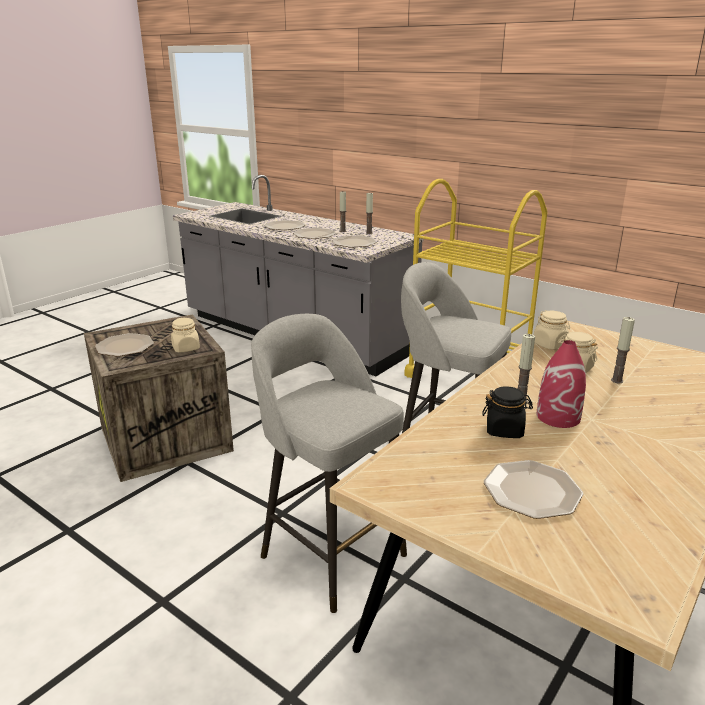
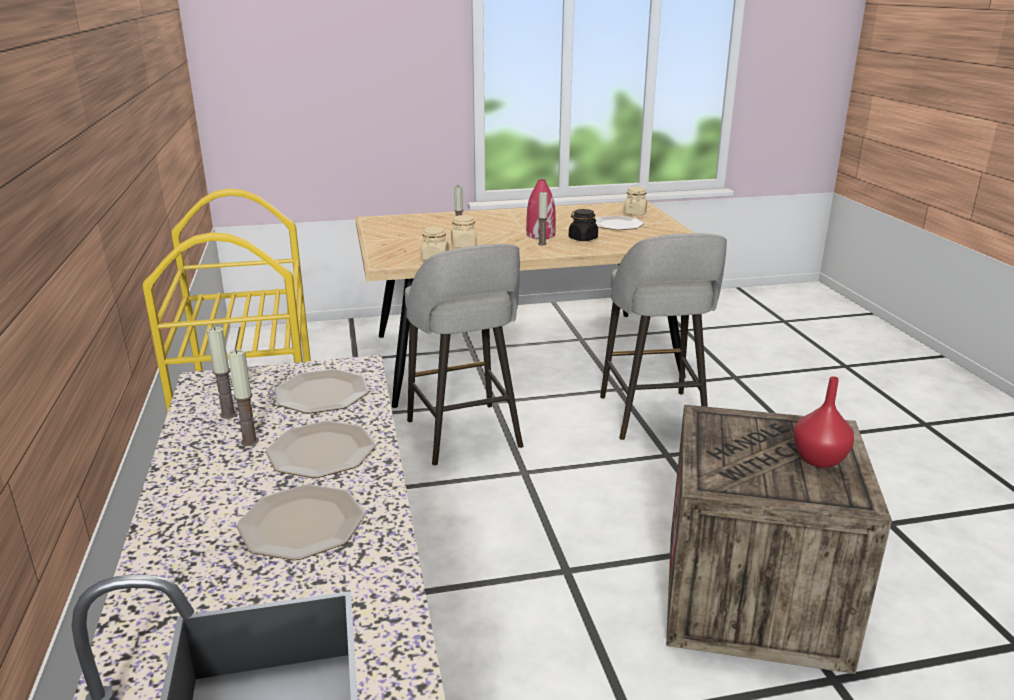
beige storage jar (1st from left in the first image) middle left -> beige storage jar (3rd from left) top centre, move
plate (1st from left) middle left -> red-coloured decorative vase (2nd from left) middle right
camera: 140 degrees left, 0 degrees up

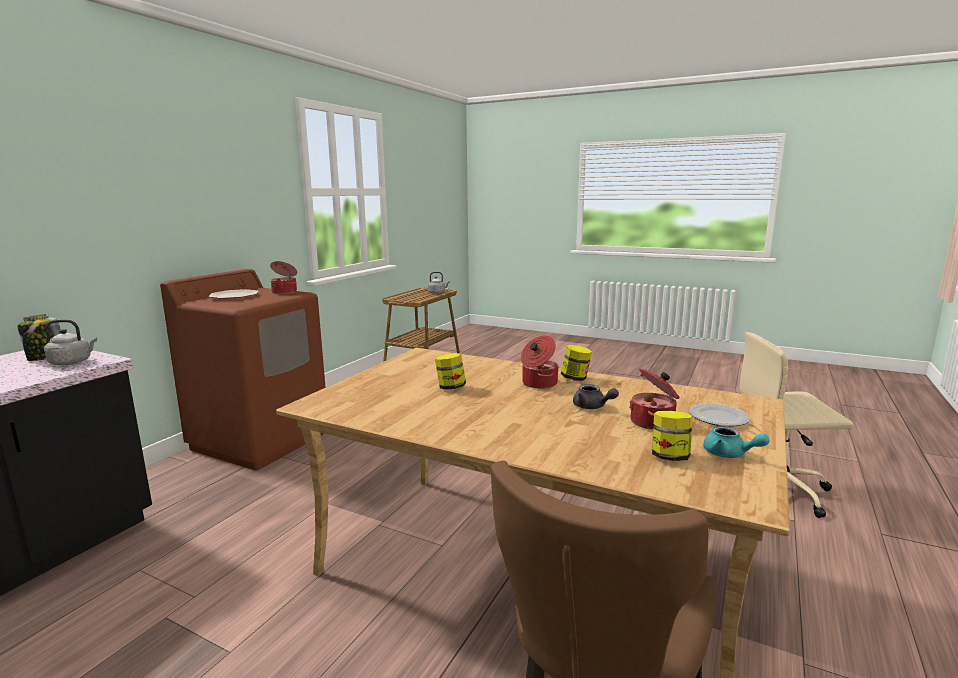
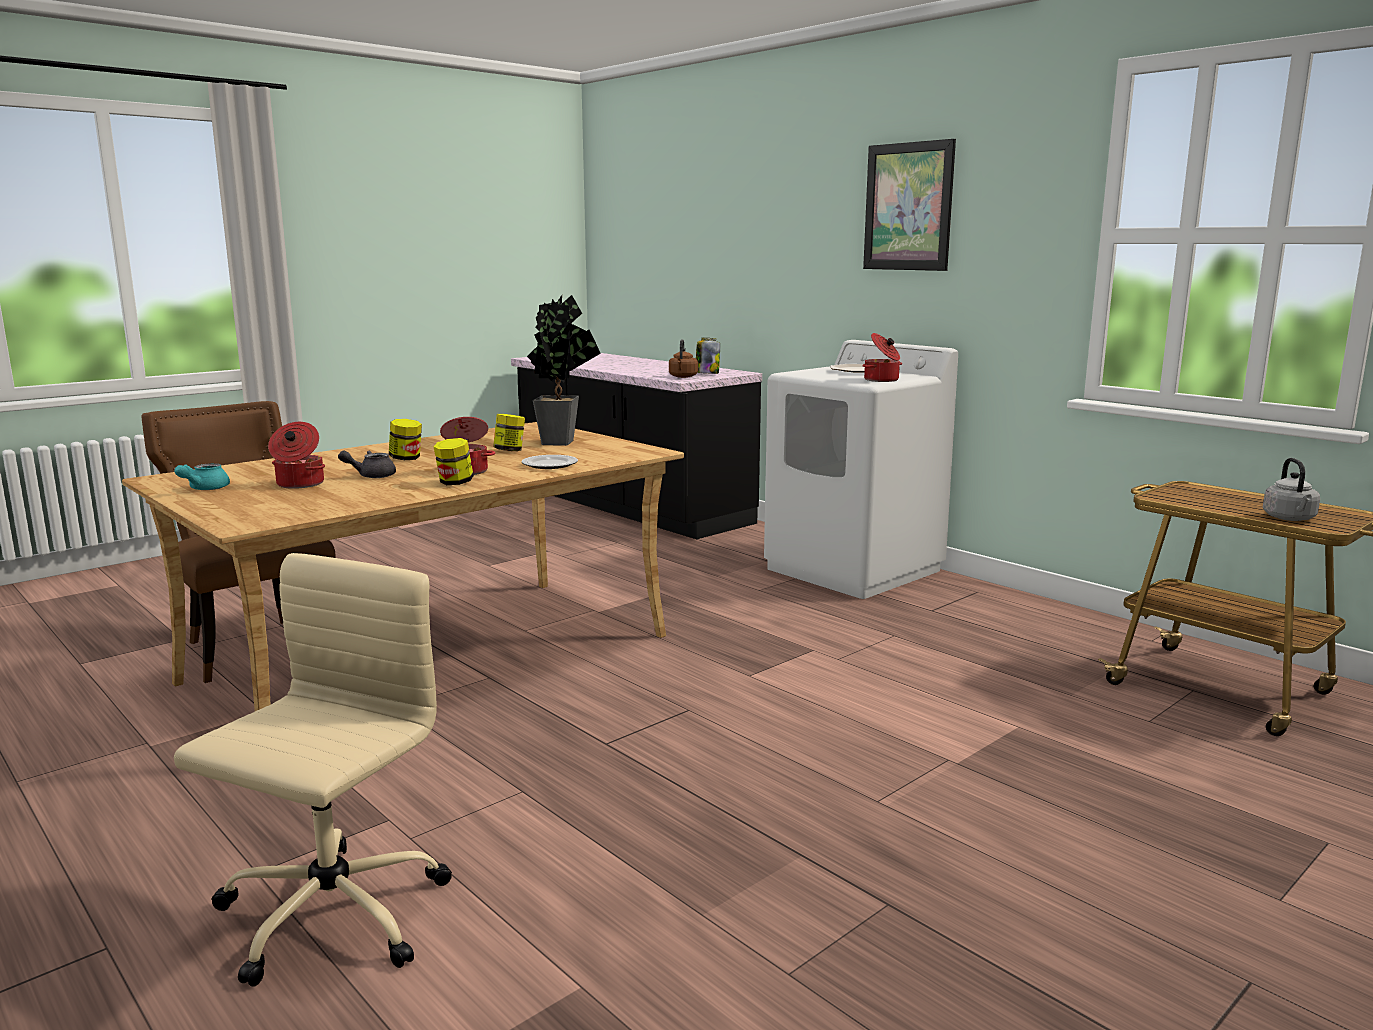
turquoise-coloured tea pot middle right -> turquoise-coloured tea pot middle left, 45 degrees counterclockwise
storage jar (4th from left in the first image) middle right -> storage jar (1st from left) middle left, move
plate (2nd from left in the first image) middle right -> plate (1st from left) centre, move
none -> potted plant centre
gray water kettle (1st from left) middle left -> brown-coloured water kettle centre
brown-coloured laundry machine middle left -> white-coloured laundry machine centre
none -> wall picture top centre
camera: 110 degrees right, 0 degrees up

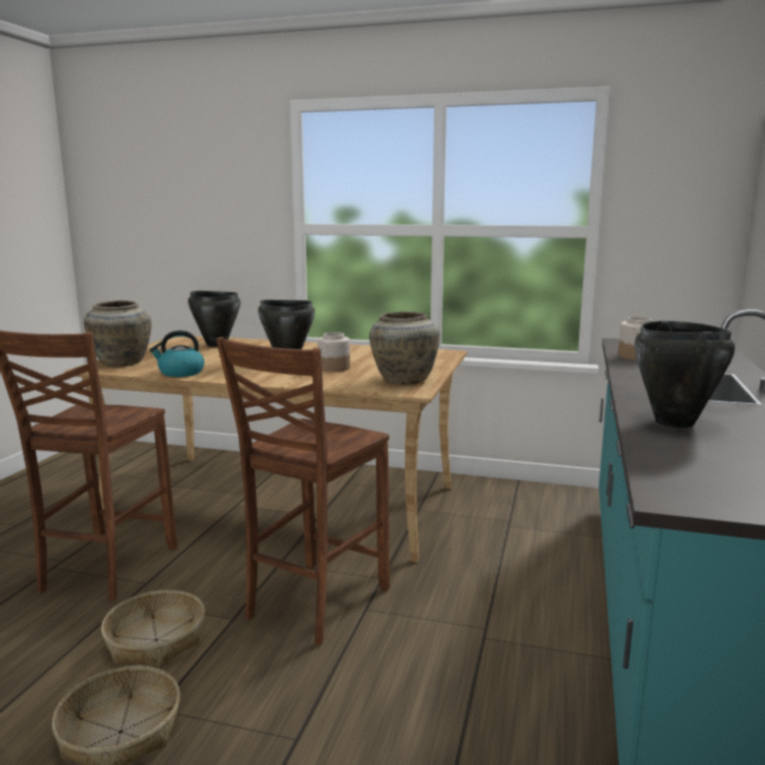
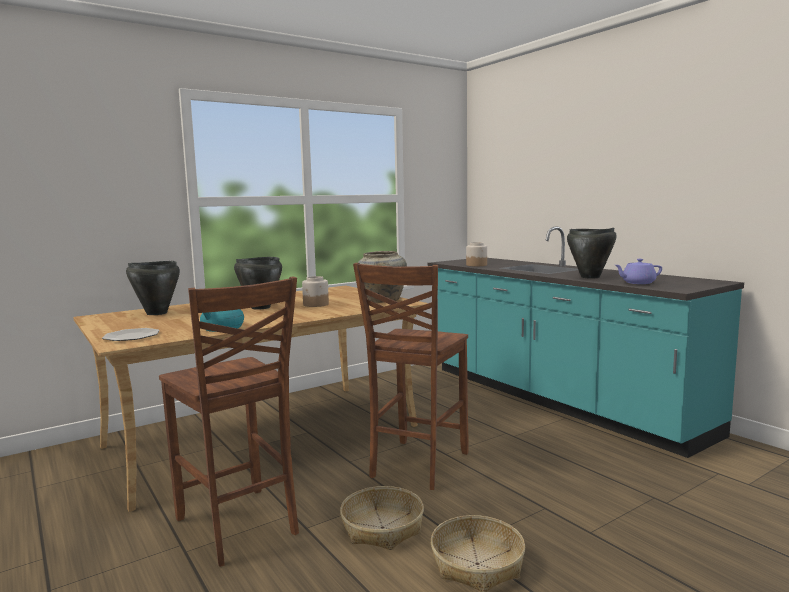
beige decorative vase (1st from left) middle left -> plate middle left
brown-coloured upright chair (2nd from left) centre, 45 degrees clockwise
none -> purple tea pot middle right
camera: 50 degrees left, 5 degrees down

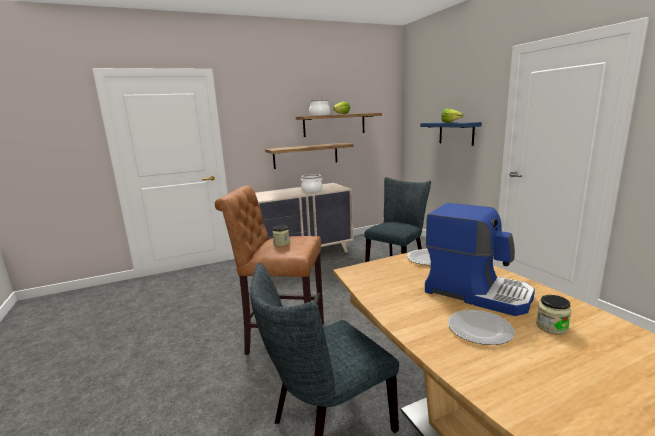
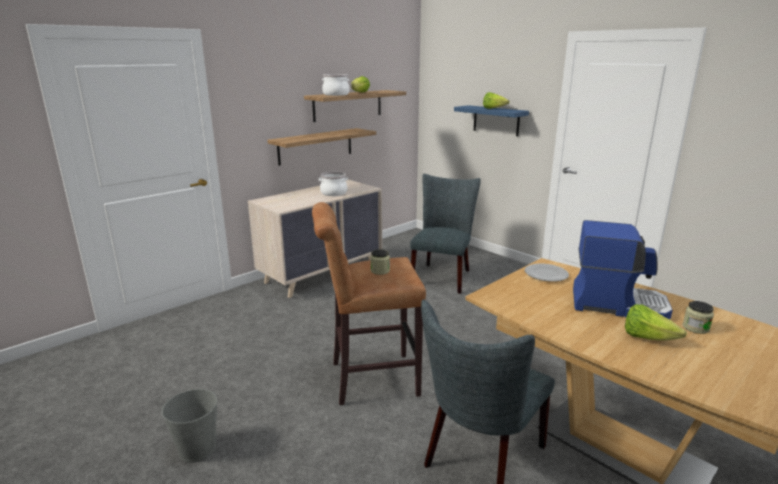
none -> gray bucket bottom left
plate (2nd from left) bottom right -> lettuce head (3rd from left) middle right
camera: 20 degrees left, 5 degrees up

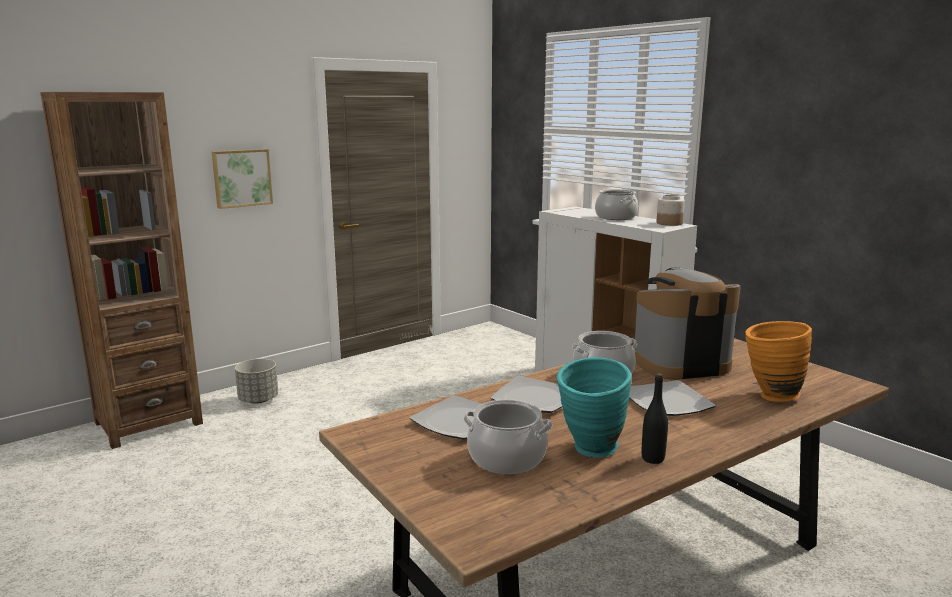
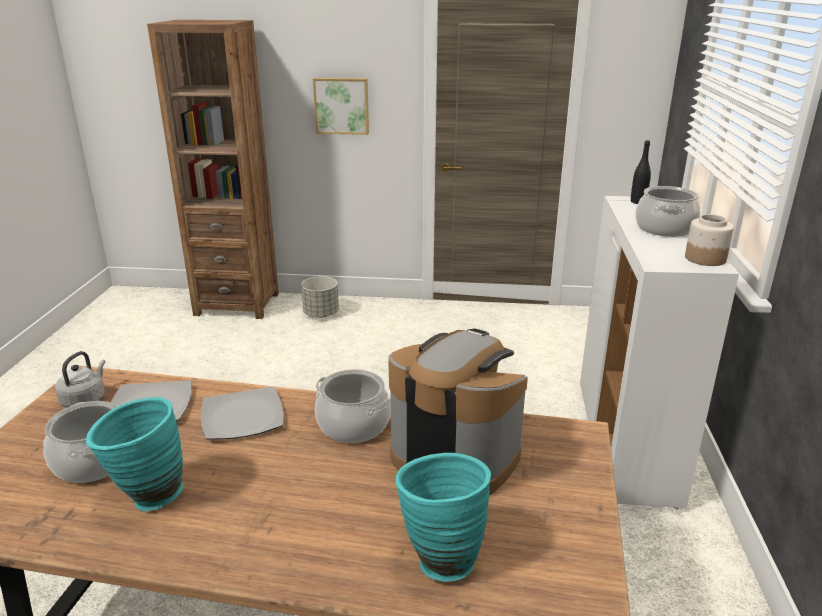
none -> gray water kettle middle left
orangey decorative vase middle right -> turquoise-coloured decorative vase (2nd from left) bottom centre
blackish bottle bottom right -> blackish bottle top right, move
plate (3rd from left) bottom right -> none
camera: 45 degrees right, 10 degrees up

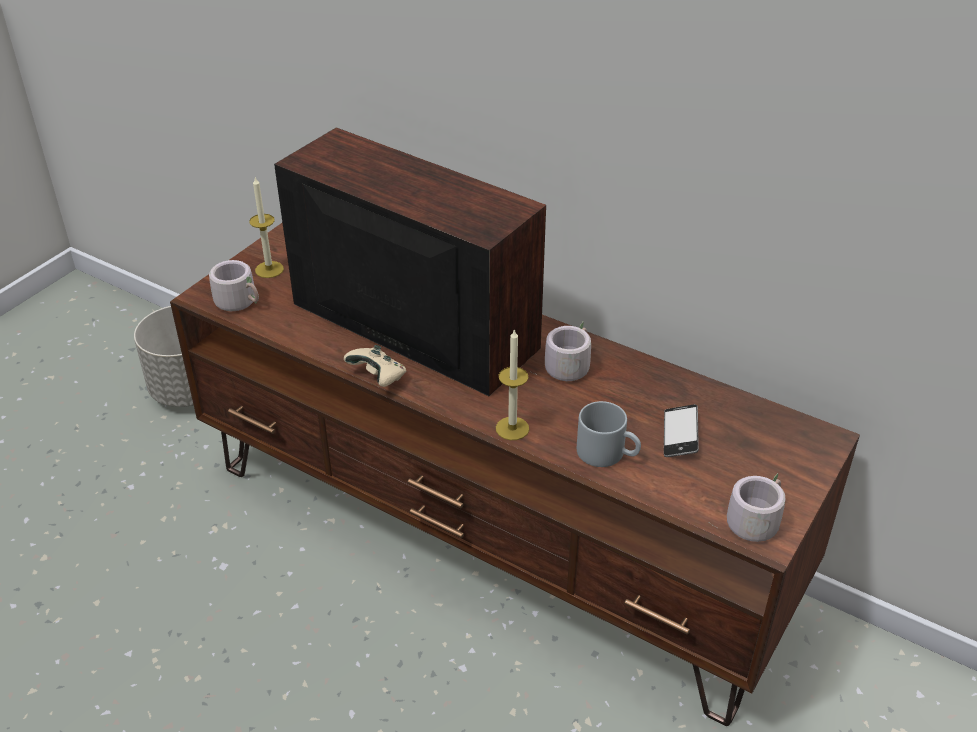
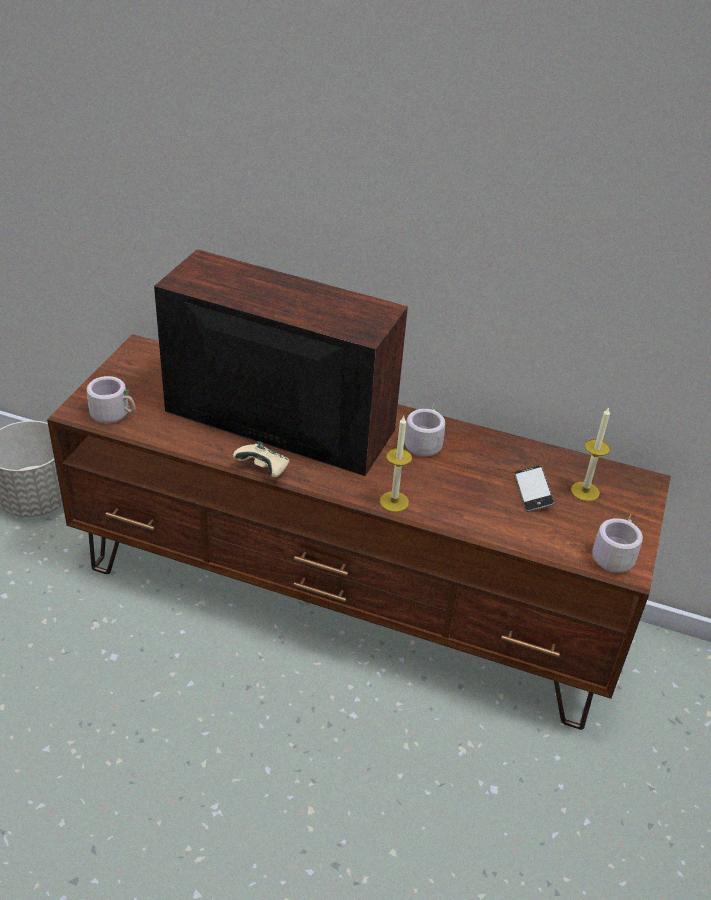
candle (1st from left in the first image) top left -> candle (2nd from left) middle right, move
gray mug (3rd from left) centre -> none
camera: 15 degrees left, 0 degrees up

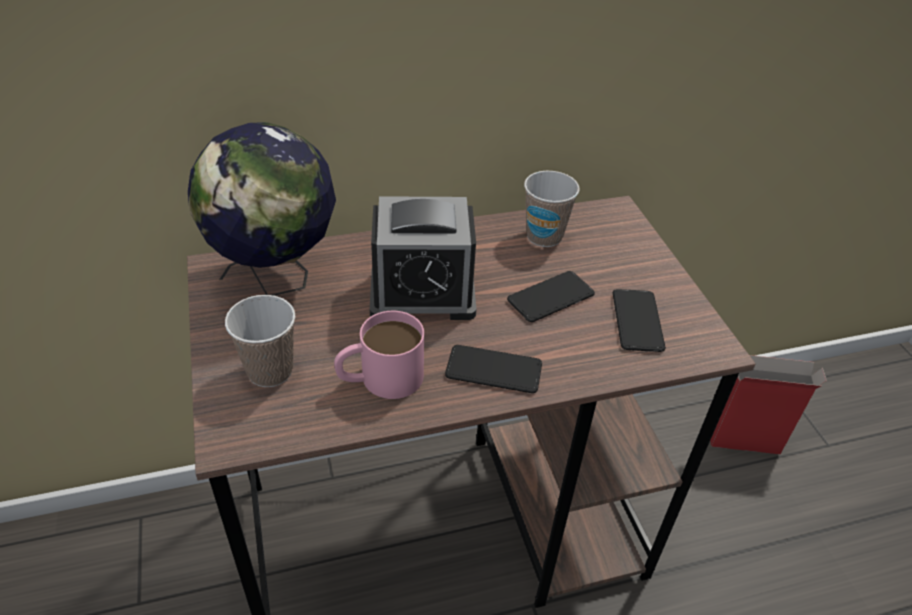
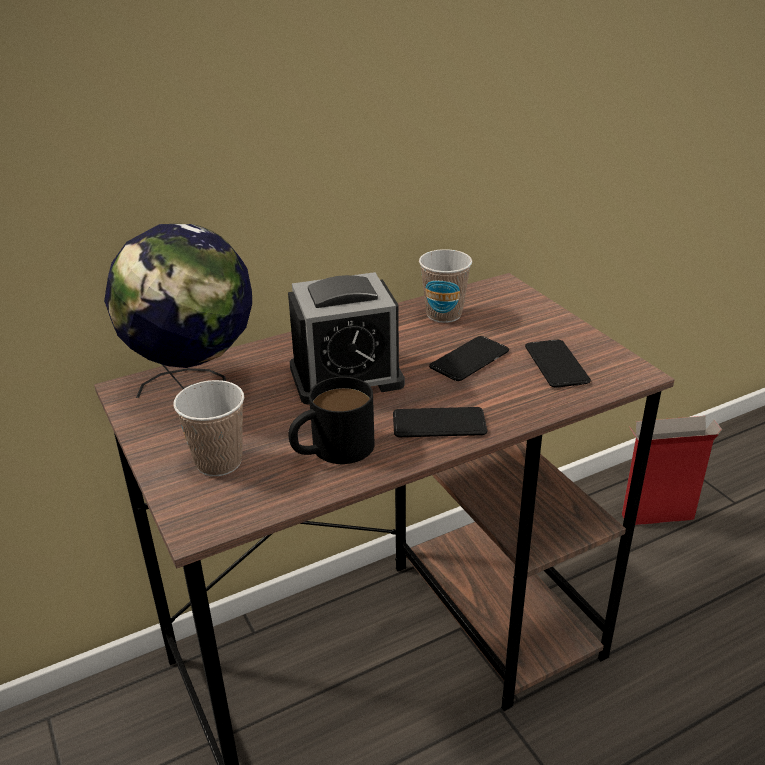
pink mug centre -> blackish mug centre
camera: 10 degrees left, 10 degrees down

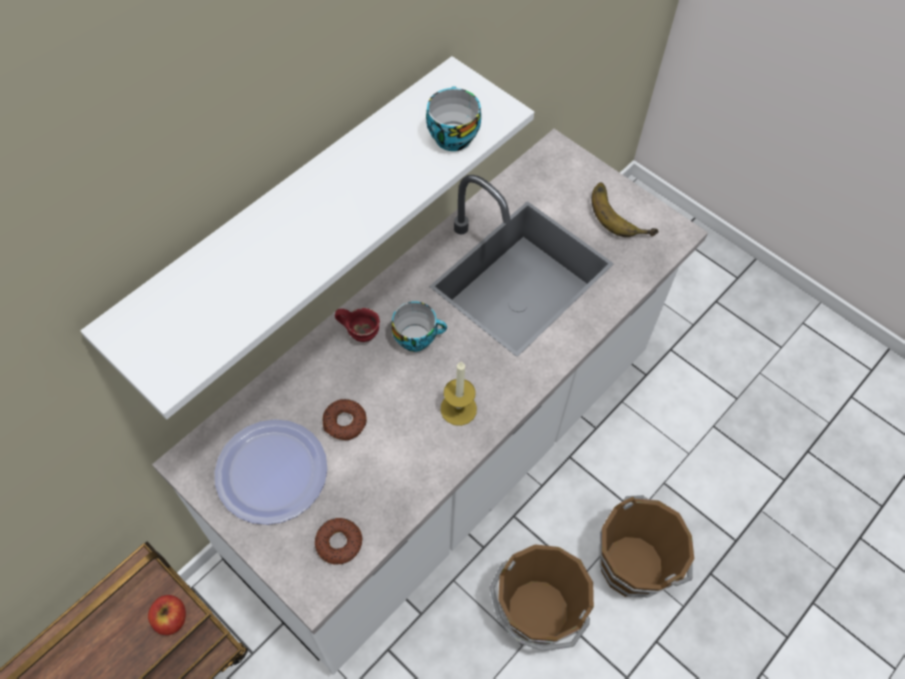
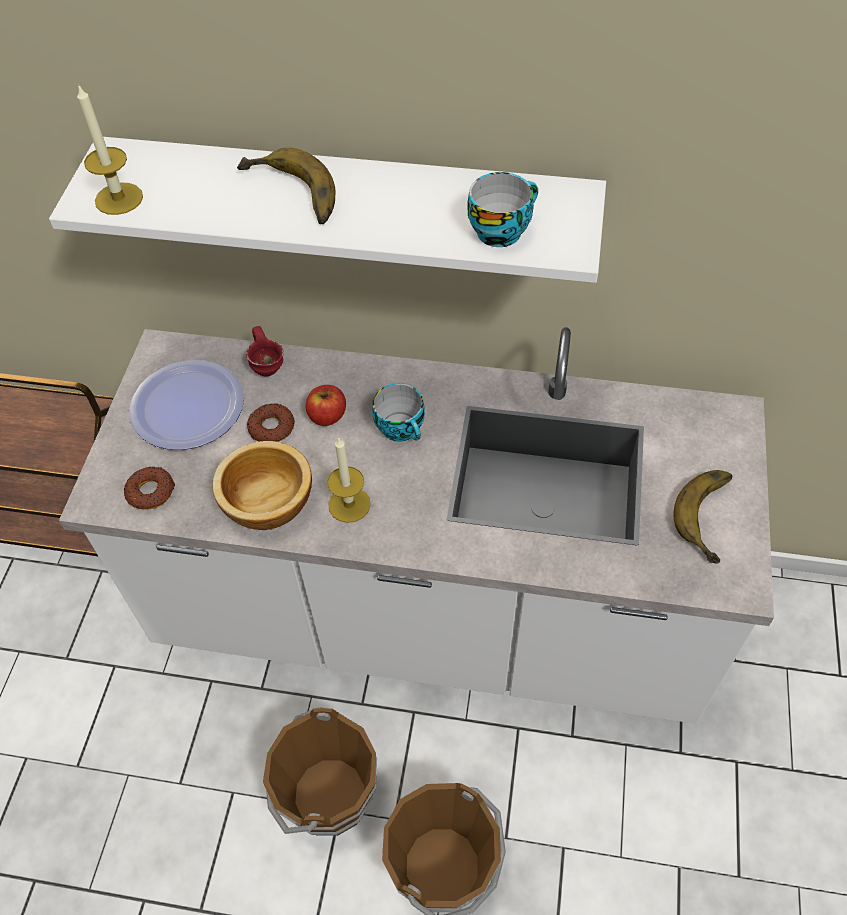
none -> candle (1st from left) top left
none -> serving bowl middle left
none -> banana fruit (1st from left) top centre
red-coloured mug centre -> red-coloured mug middle left, move
whole apple bottom left -> whole apple centre, move
camera: 60 degrees right, 5 degrees down

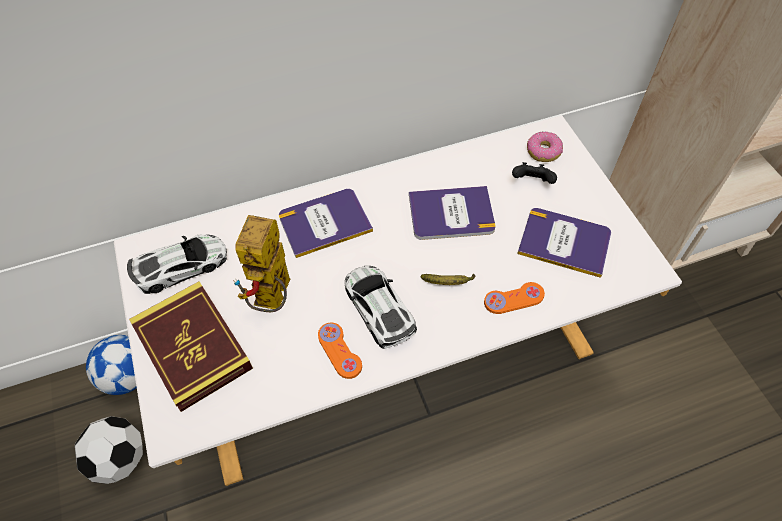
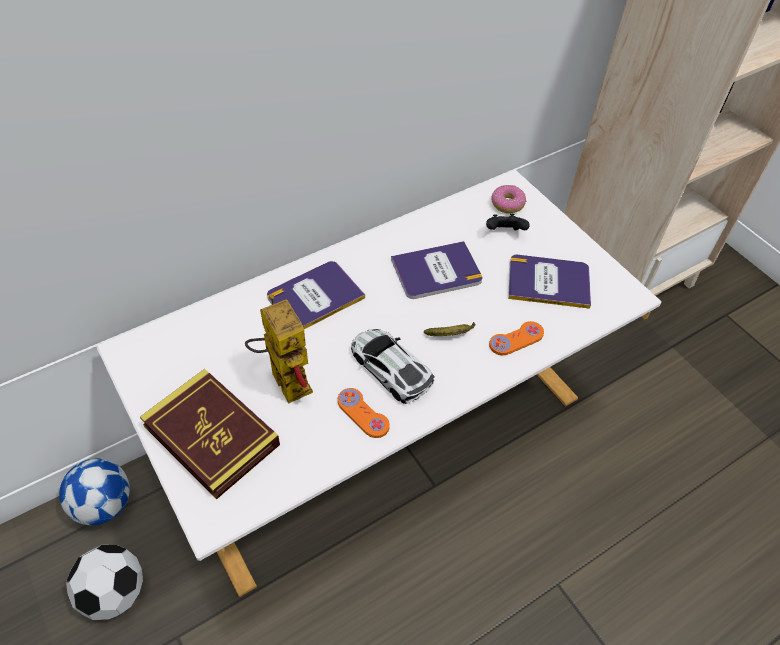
robot figure centre, 150 degrees clockwise
miniature car (1st from left) middle left -> none
camera: 15 degrees left, 5 degrees down

